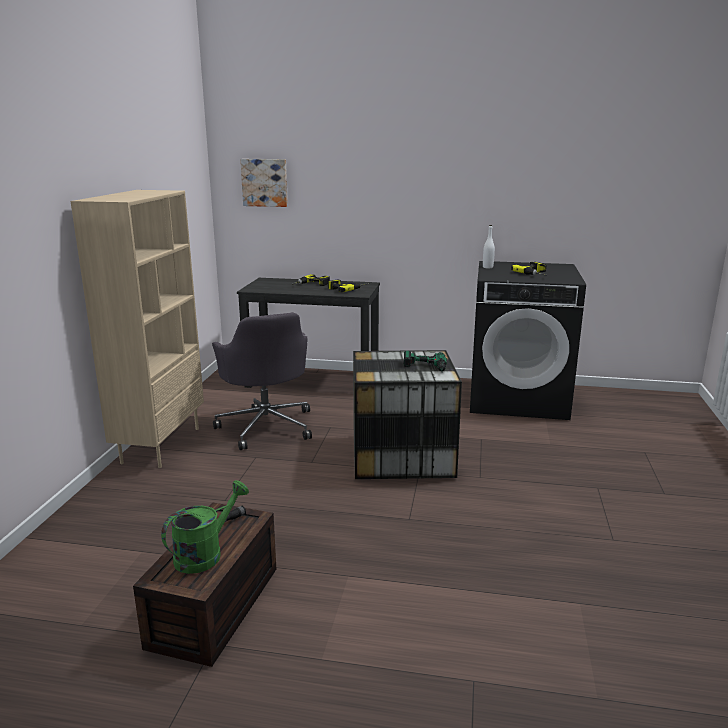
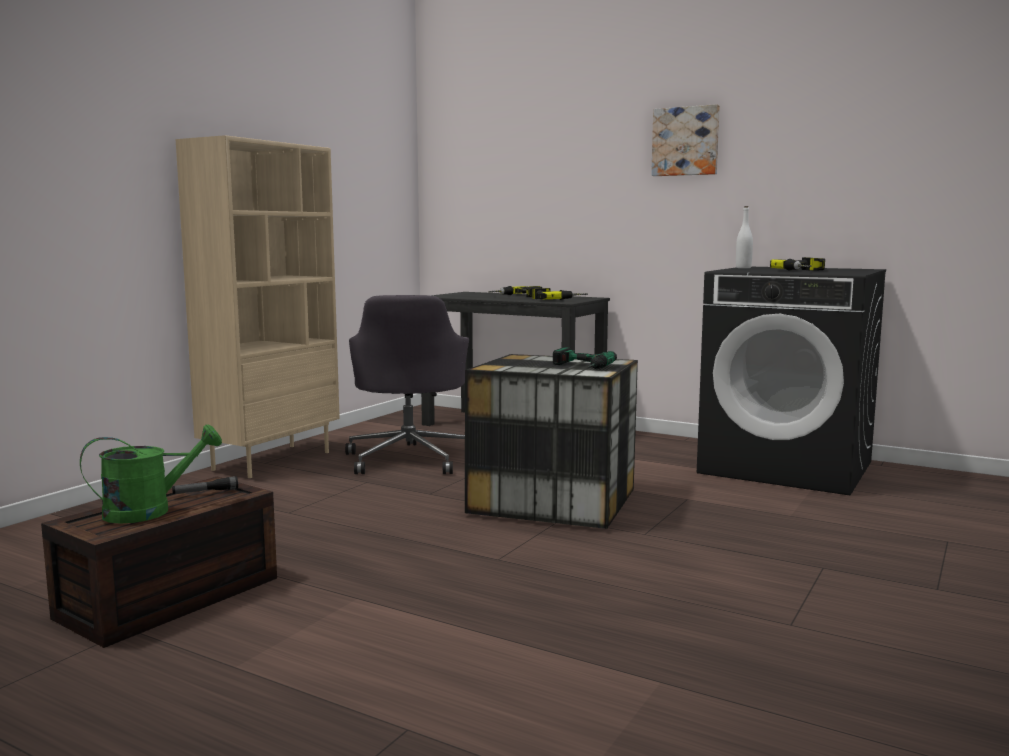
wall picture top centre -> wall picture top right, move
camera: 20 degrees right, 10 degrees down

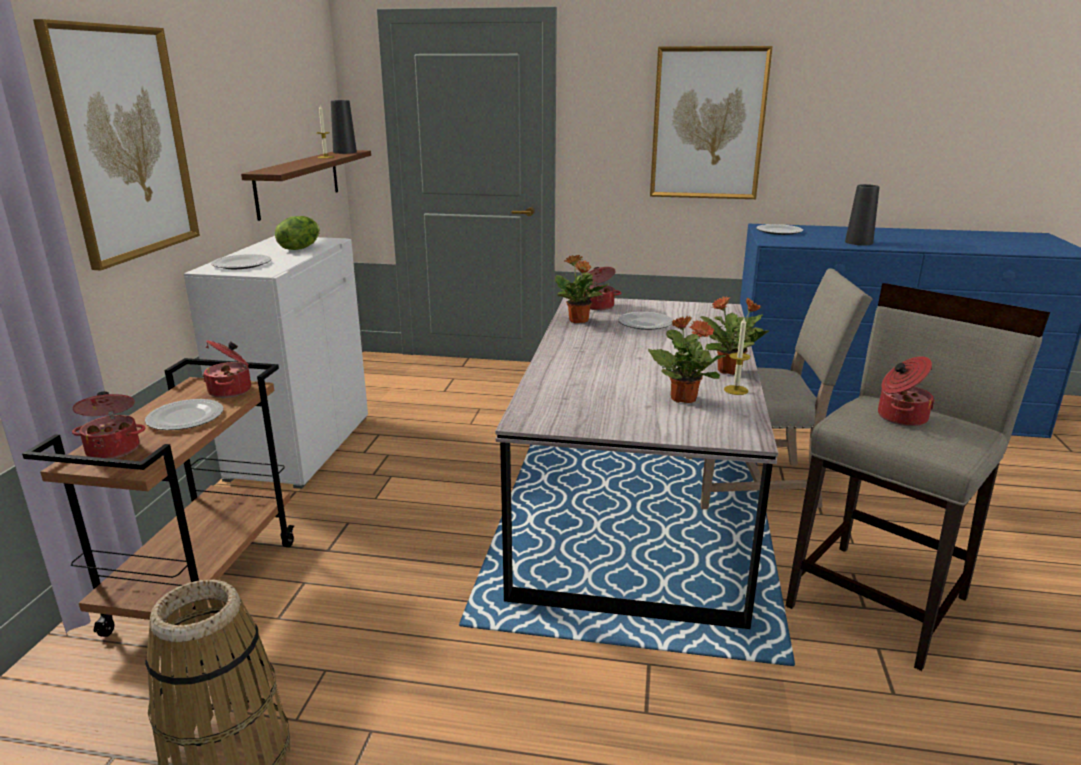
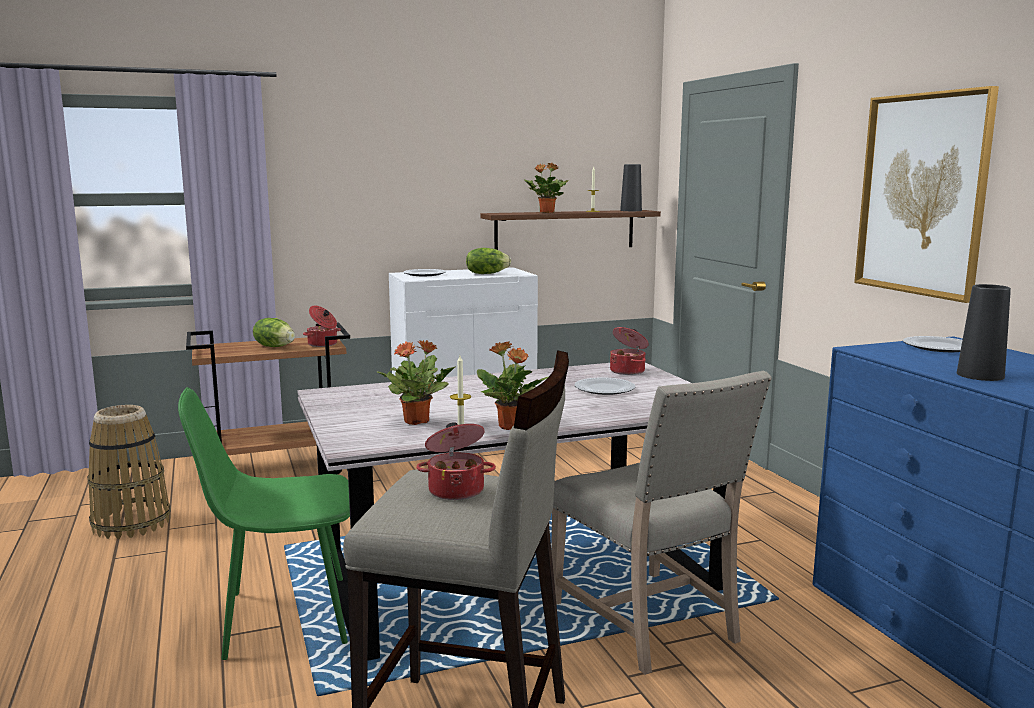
none -> green-coloured upright chair bottom left
plate (1st from left) middle left -> lettuce head (1st from left) middle left
potted plant (1st from left in the first image) centre -> potted plant (3rd from left) top centre, move
wall picture (1st from left) top left -> none
stockpot (1st from left) middle left -> none
camera: 60 degrees right, 10 degrees down

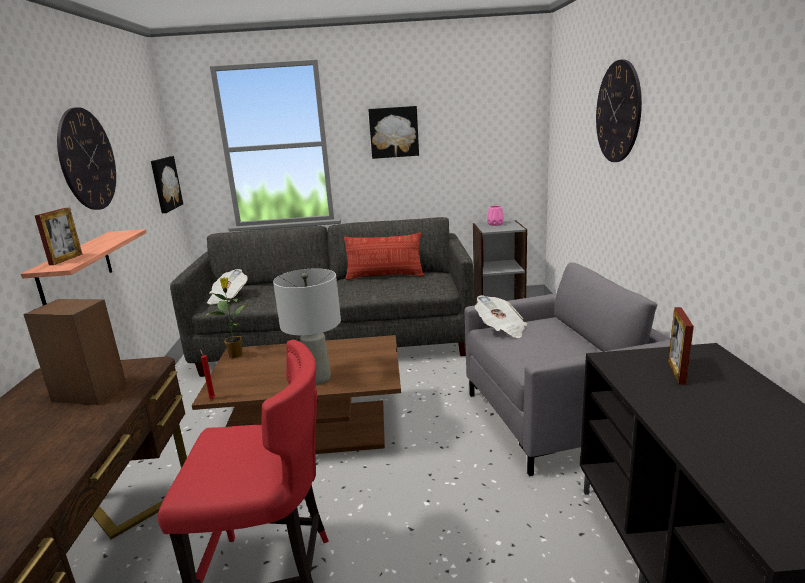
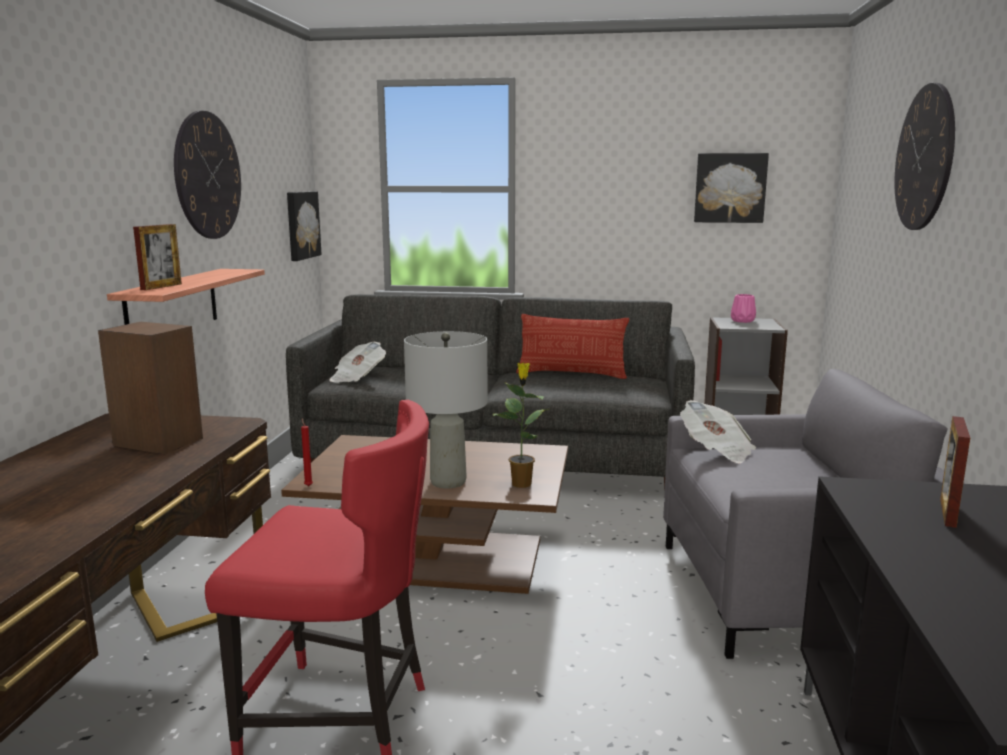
potted plant middle left -> potted plant centre, move
wall picture (2nd from left) top centre -> wall picture (2nd from left) top right, move
camera: 10 degrees right, 5 degrees down

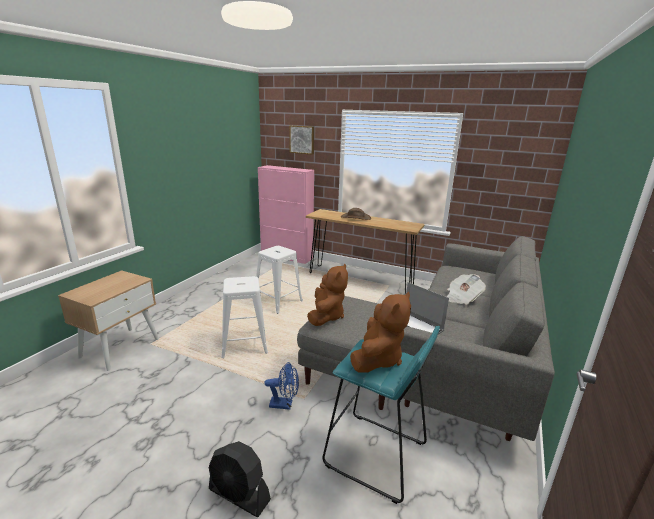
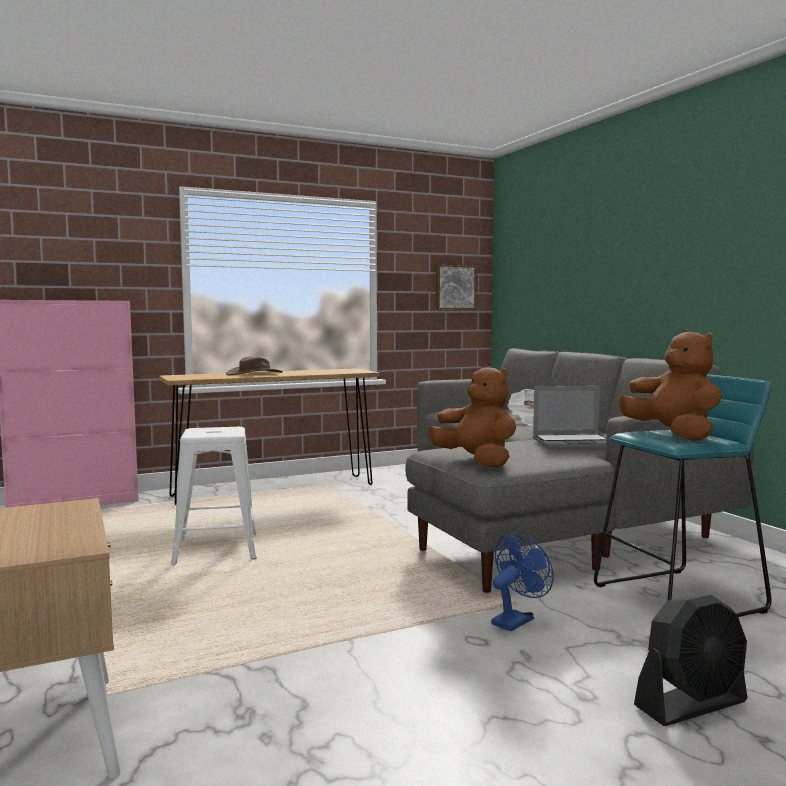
wall picture top centre -> wall picture centre, move
white-coloured sitting stool (1st from left) centre -> none
camera: 50 degrees left, 15 degrees down

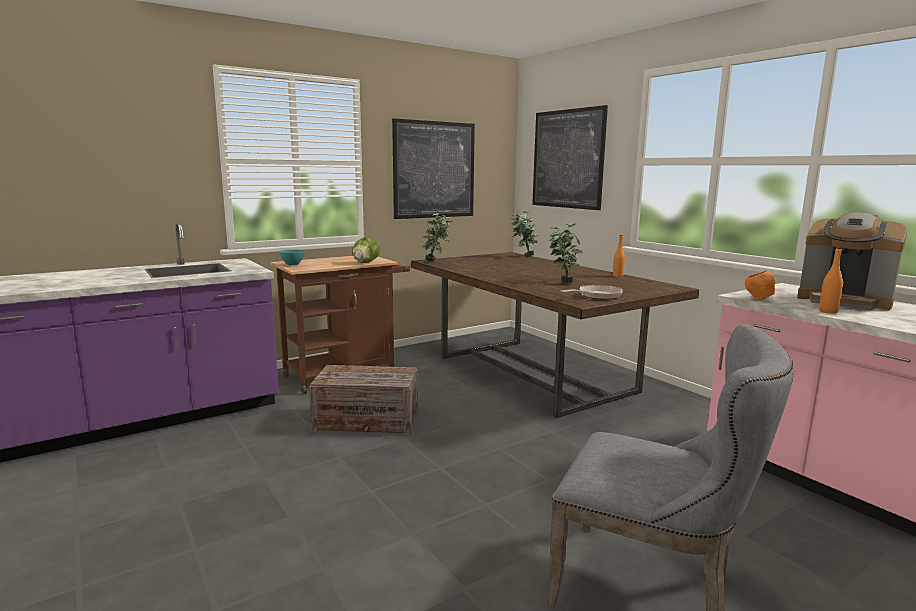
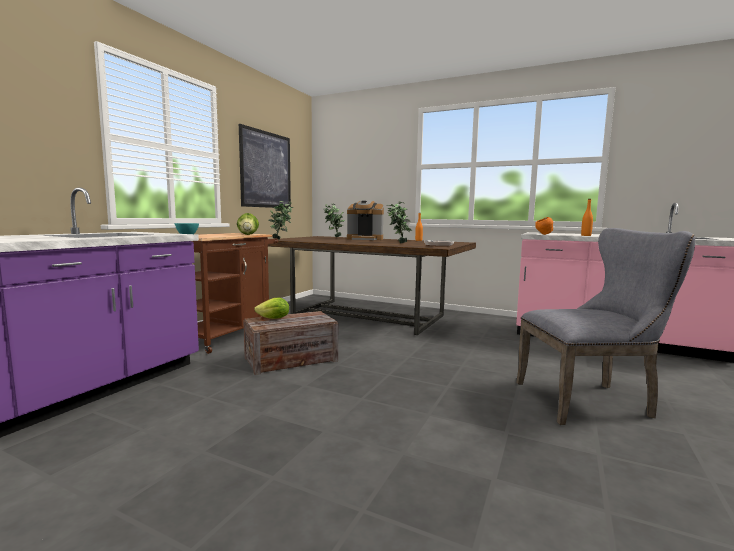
none -> lettuce head (2nd from left) centre
coffee maker middle right -> coffee maker centre, move
wall picture (2nd from left) top centre -> none
camera: 30 degrees left, 5 degrees down

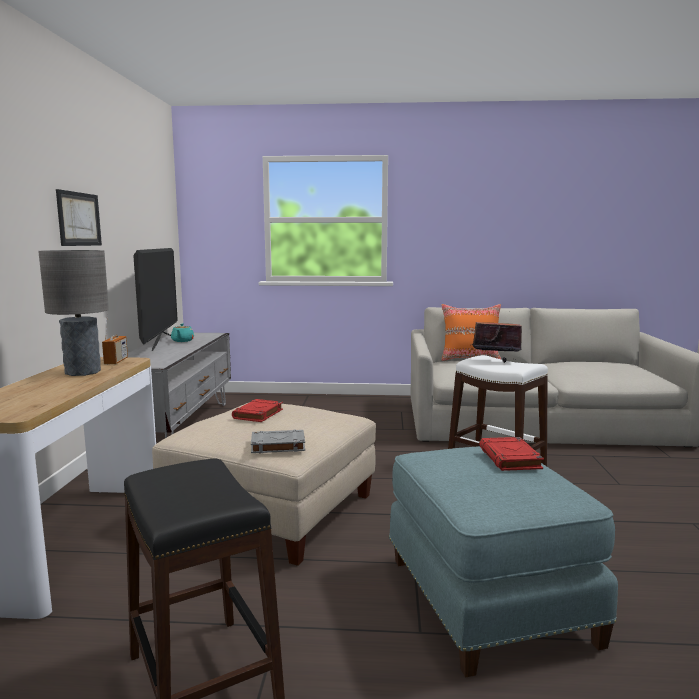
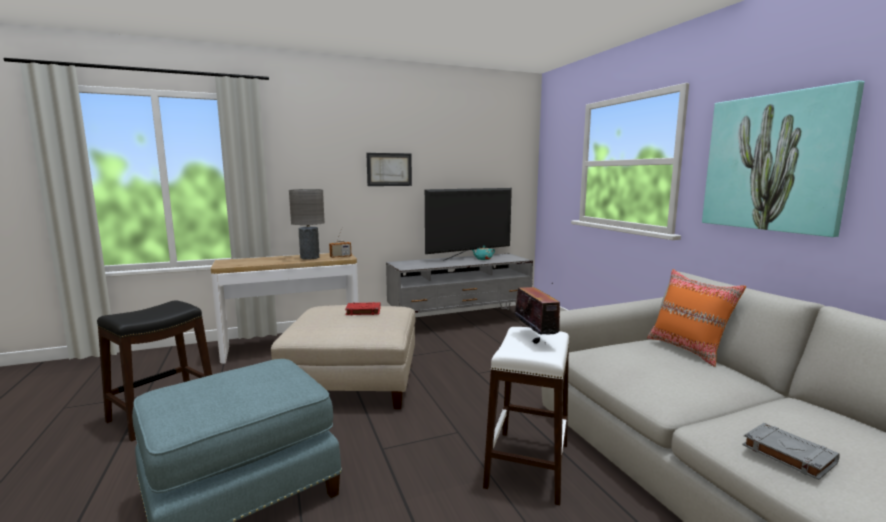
none -> wall picture (2nd from left) top right
gray bound book centre -> gray bound book bottom right, move
red-coloured bound book (2nd from left) middle right -> none
camera: 65 degrees right, 0 degrees up

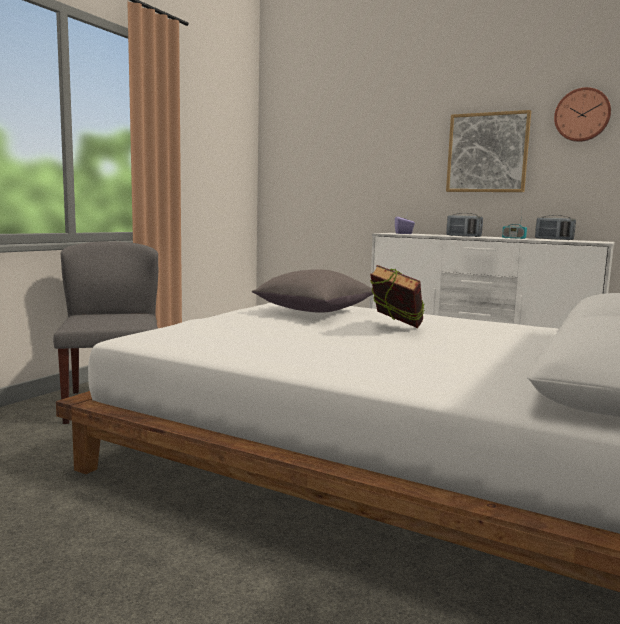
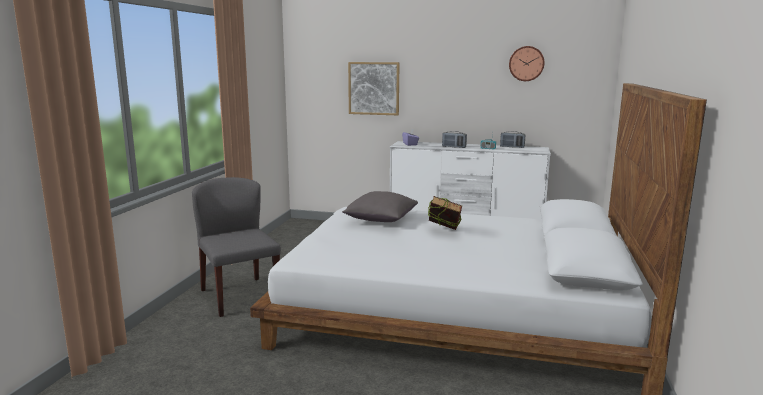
wall picture top right -> wall picture top centre, move
camera: 15 degrees left, 5 degrees up

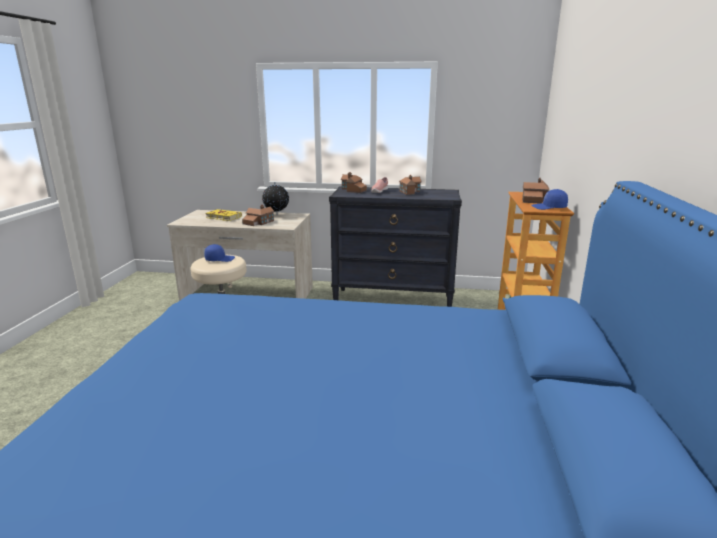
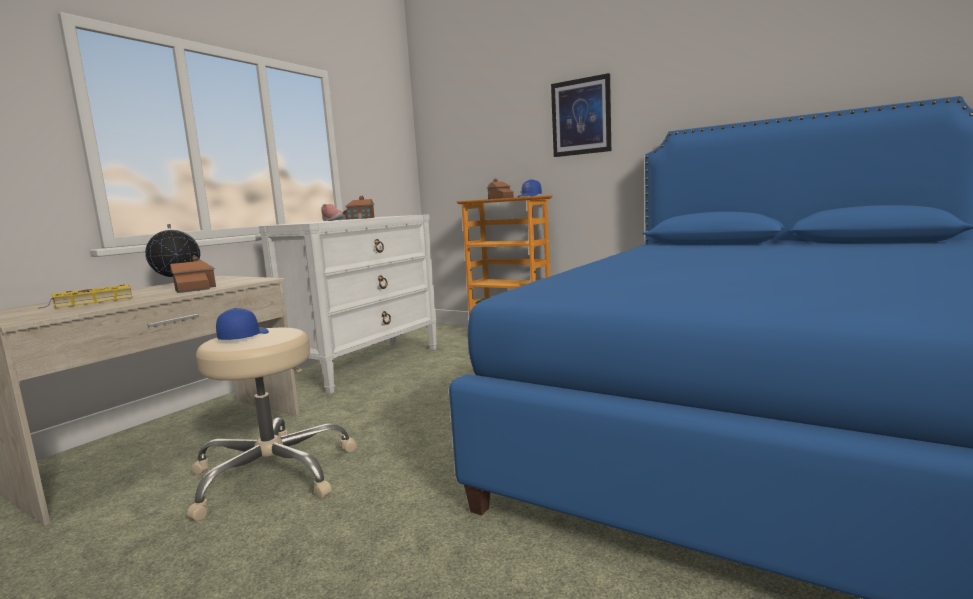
blackish dresser centre -> white-coloured dresser centre
none -> wall picture top centre
toy house (2nd from left) centre -> none
camera: 65 degrees left, 10 degrees down

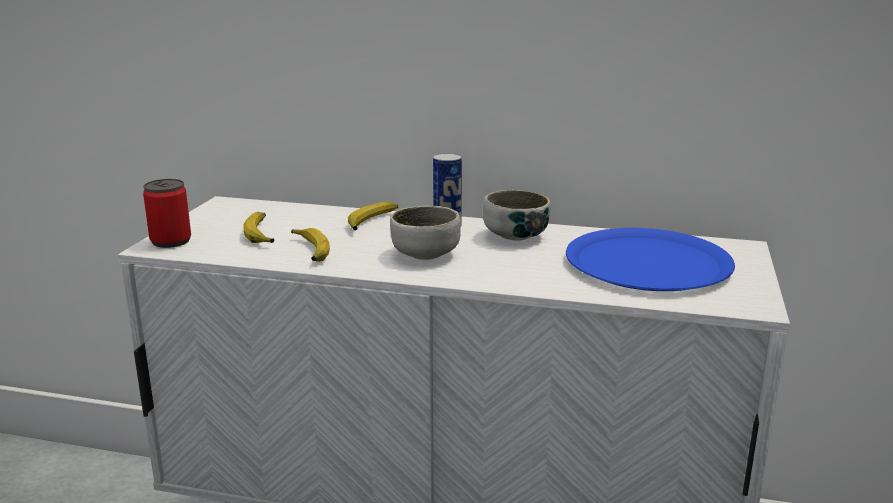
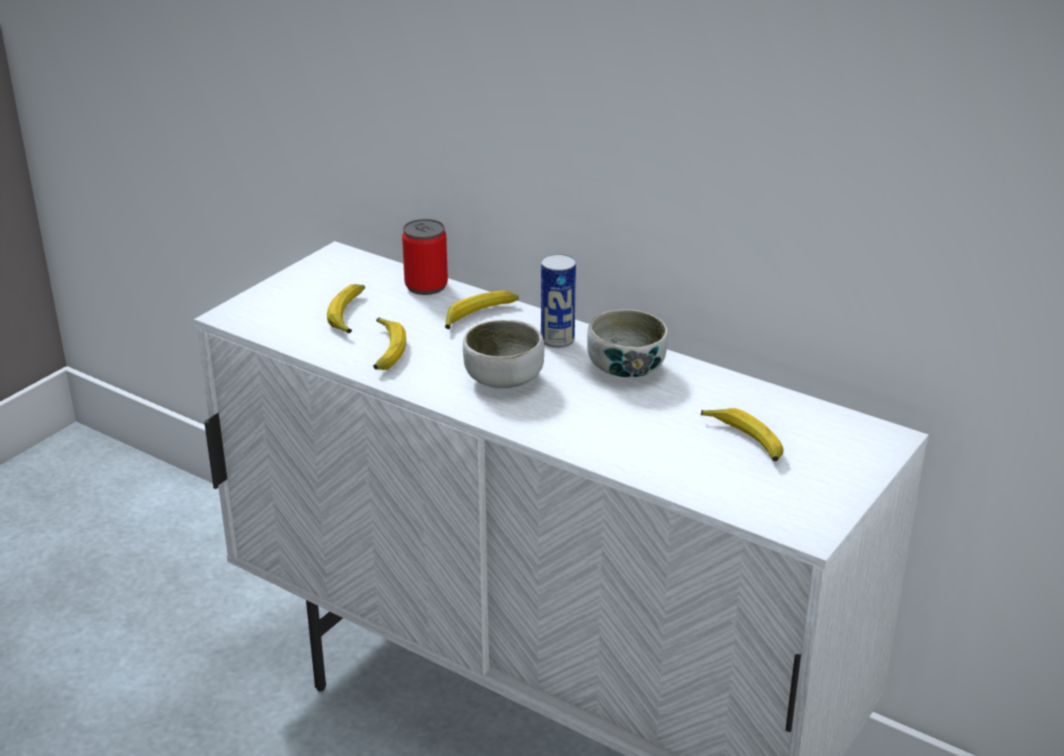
metal can (1st from left) middle left -> metal can (1st from left) centre, move
bluish plate middle right -> banana fruit (4th from left) middle right
camera: 20 degrees right, 10 degrees up

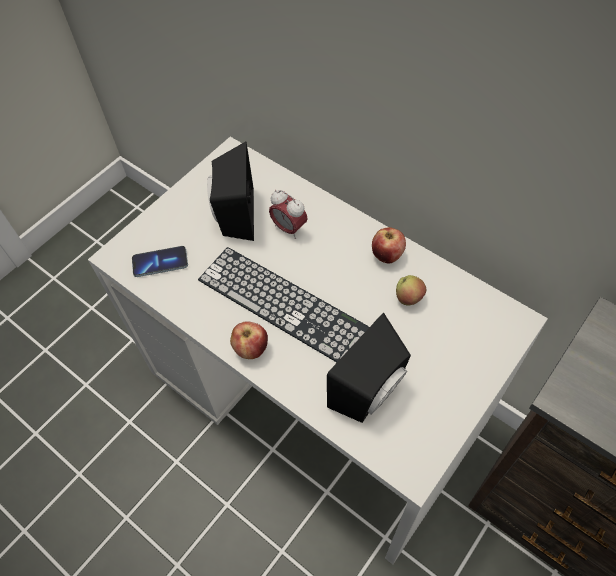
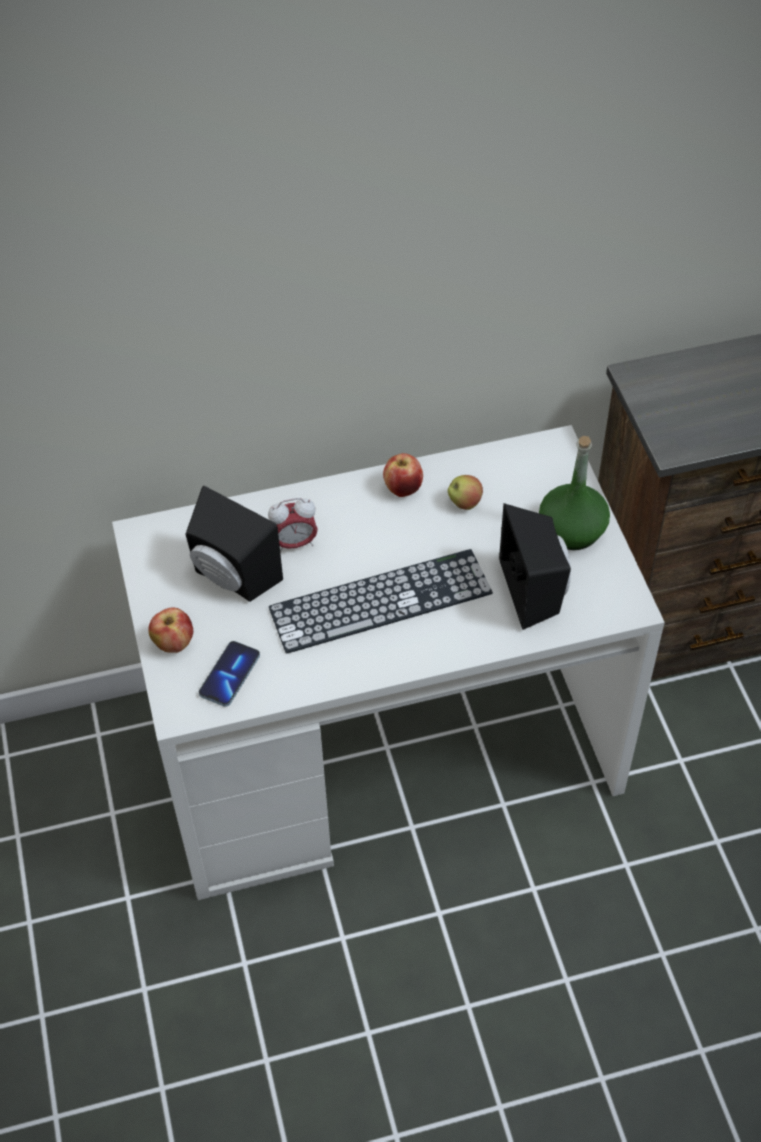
whole apple (1st from left) centre -> whole apple (1st from left) middle left, move
none -> green-coloured bottle middle right
camera: 55 degrees left, 5 degrees down

